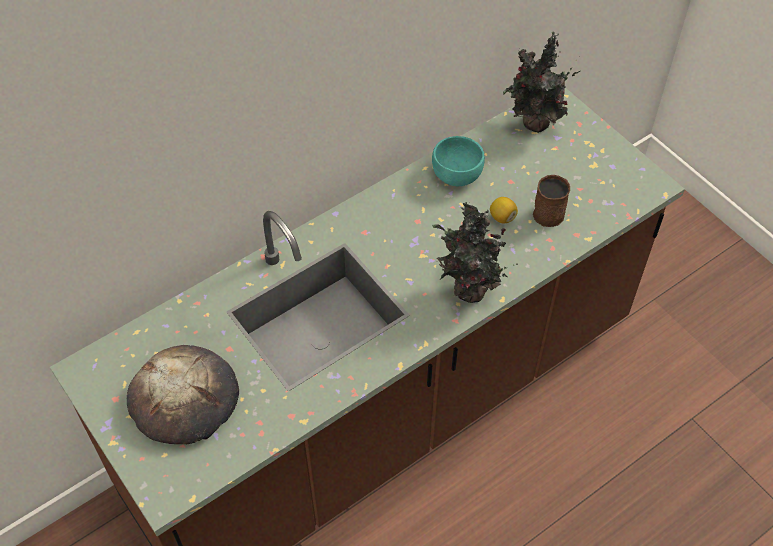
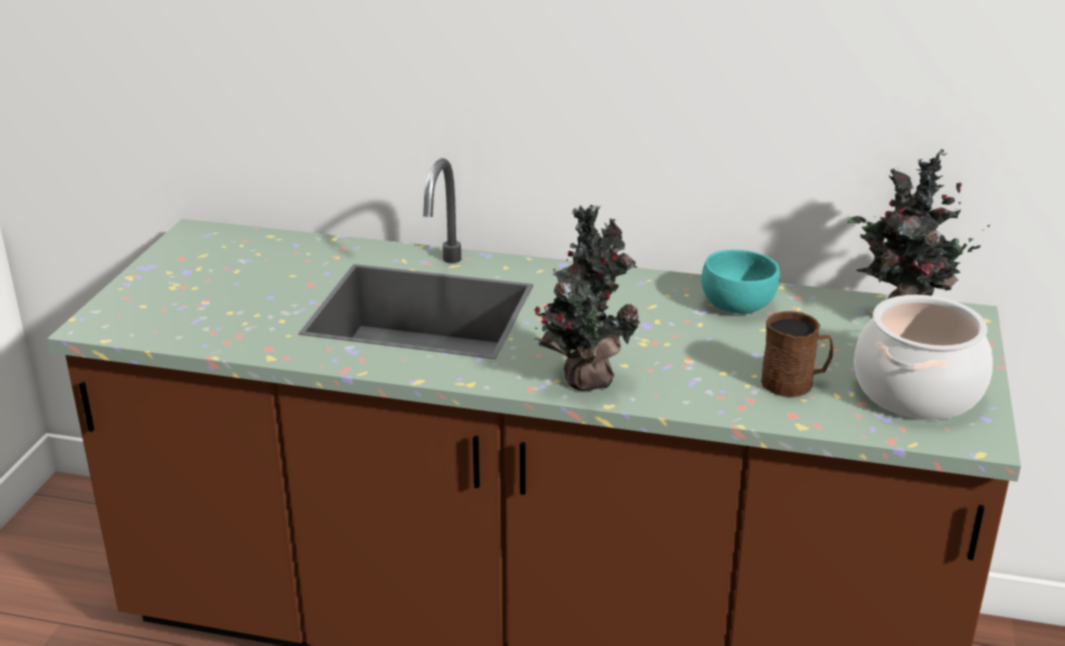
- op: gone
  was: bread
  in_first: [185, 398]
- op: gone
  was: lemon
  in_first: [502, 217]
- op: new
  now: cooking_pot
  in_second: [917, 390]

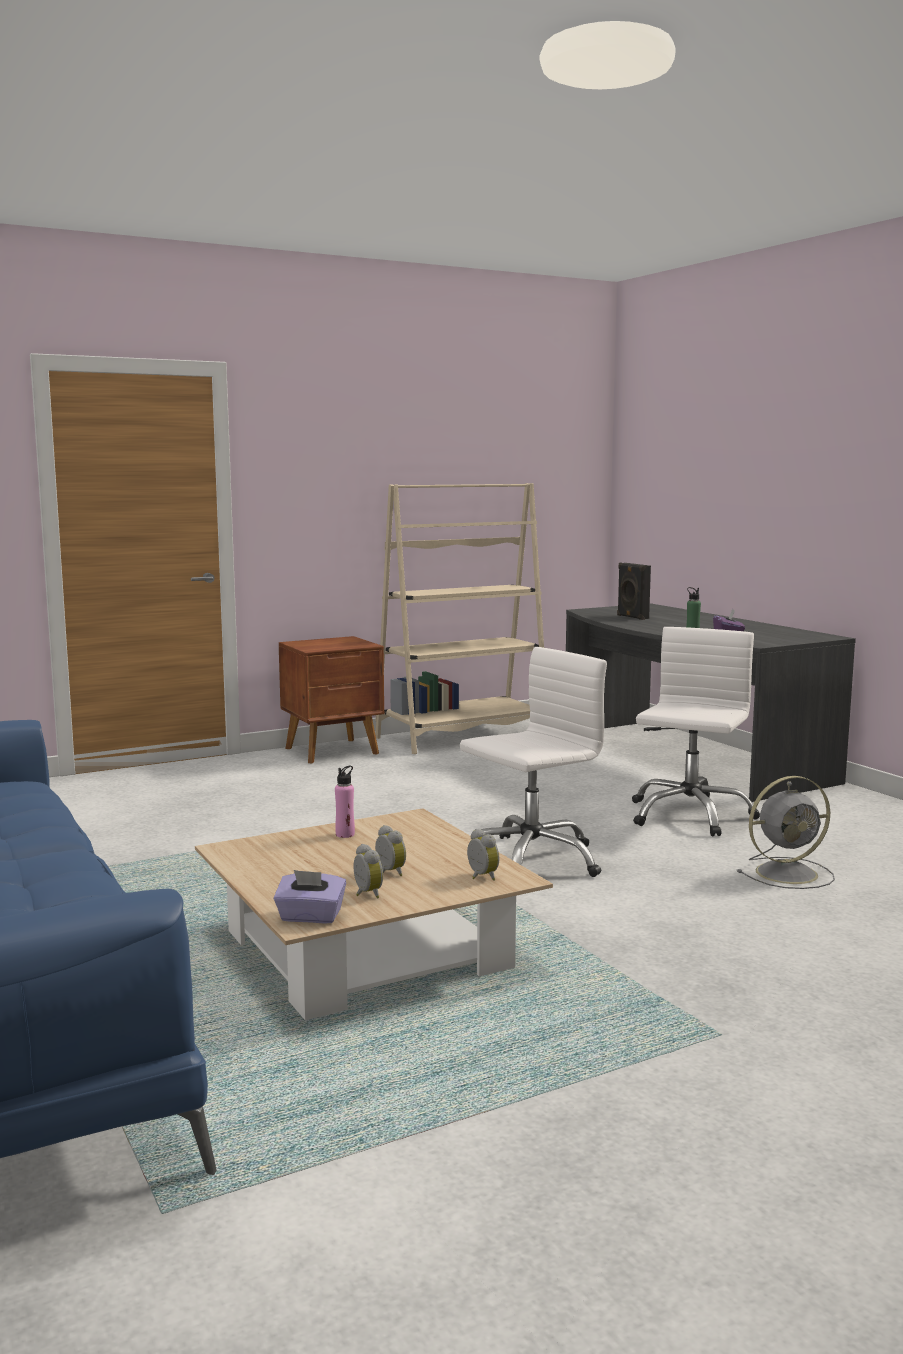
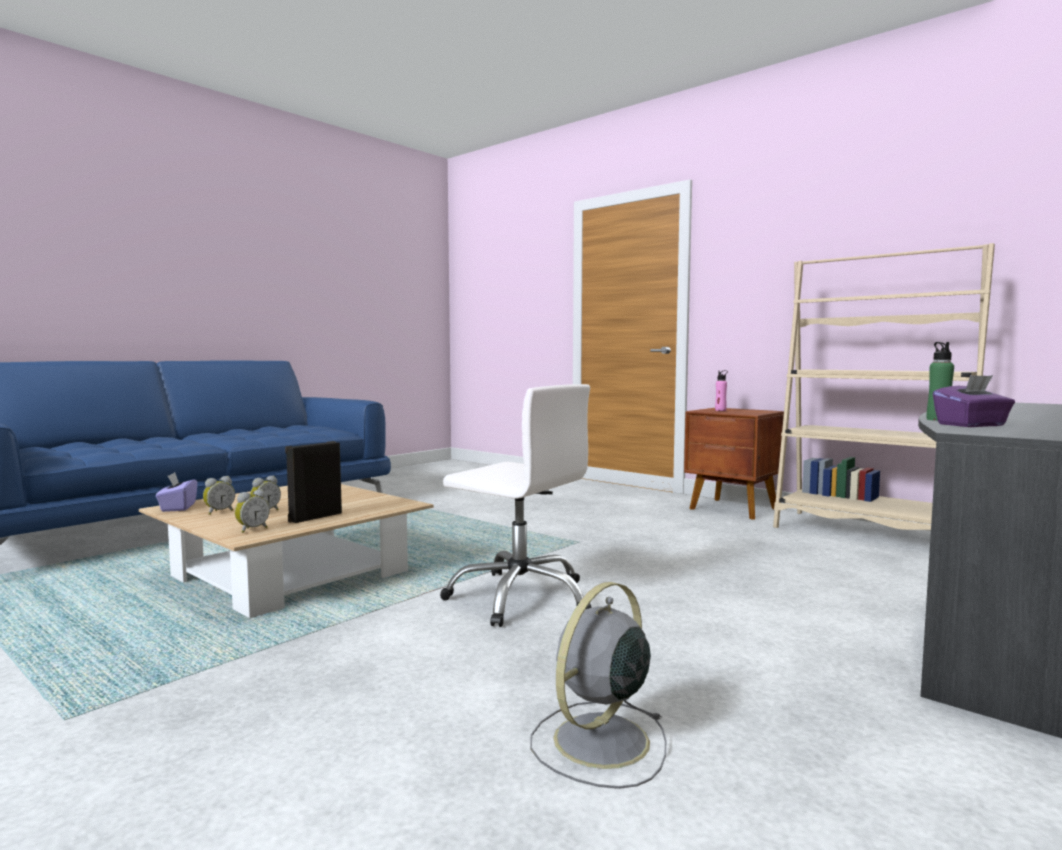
- op: gone
  was: white_office_chair
  in_first: [689, 815]
- op: shifted
  was: pink_bottle
  in_first: [345, 834]
  in_second: [720, 410]
- op: shifted
  was: black_speaker
  in_first: [631, 617]
  in_second: [314, 517]
- op: rotated
  was: grey_fan
  in_first: [789, 873]
  in_second: [598, 742]
  clockwise: 75

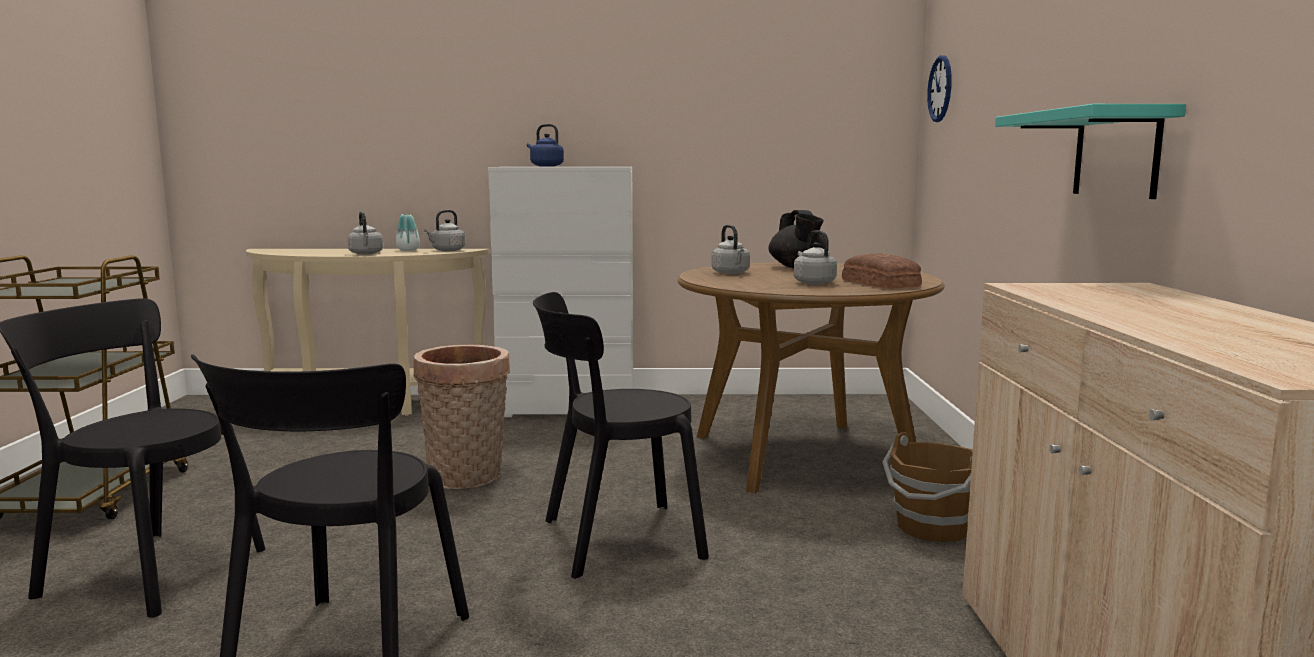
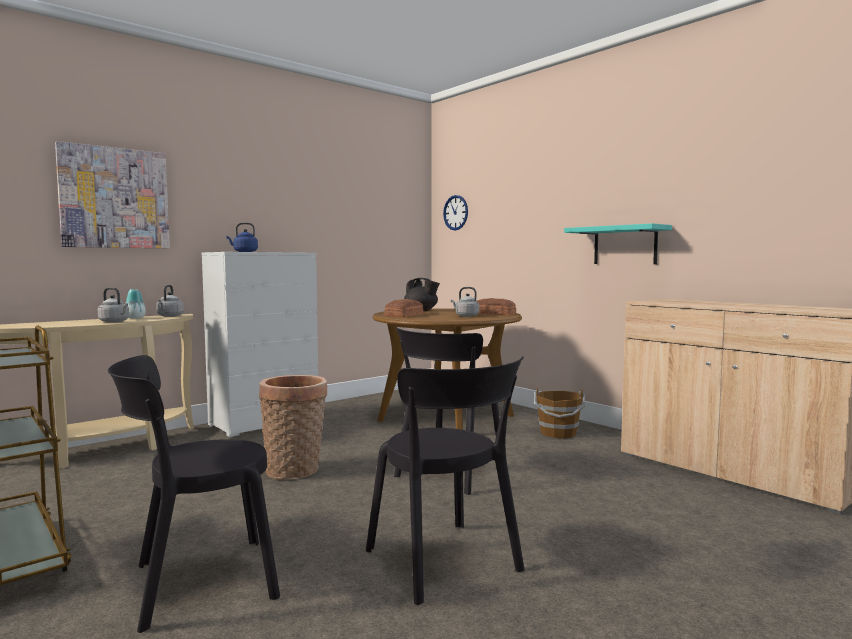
- op: new
  now: picture
  in_second: [114, 198]
- op: swapped
  was: grey_kettle
  now: bread
  in_first: [731, 273]
  in_second: [405, 315]

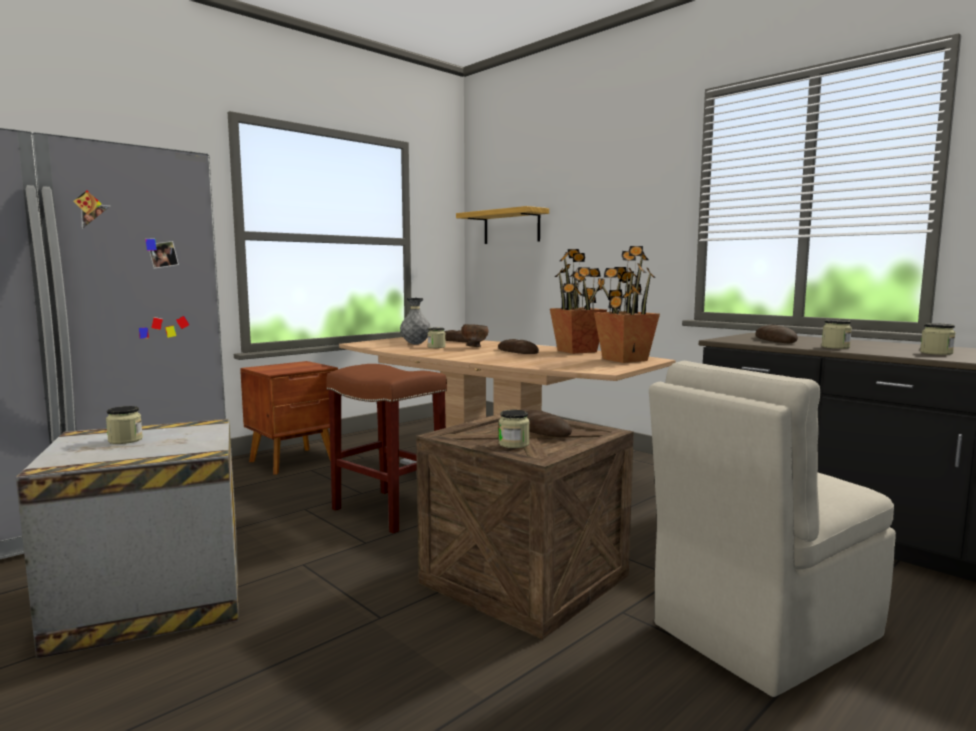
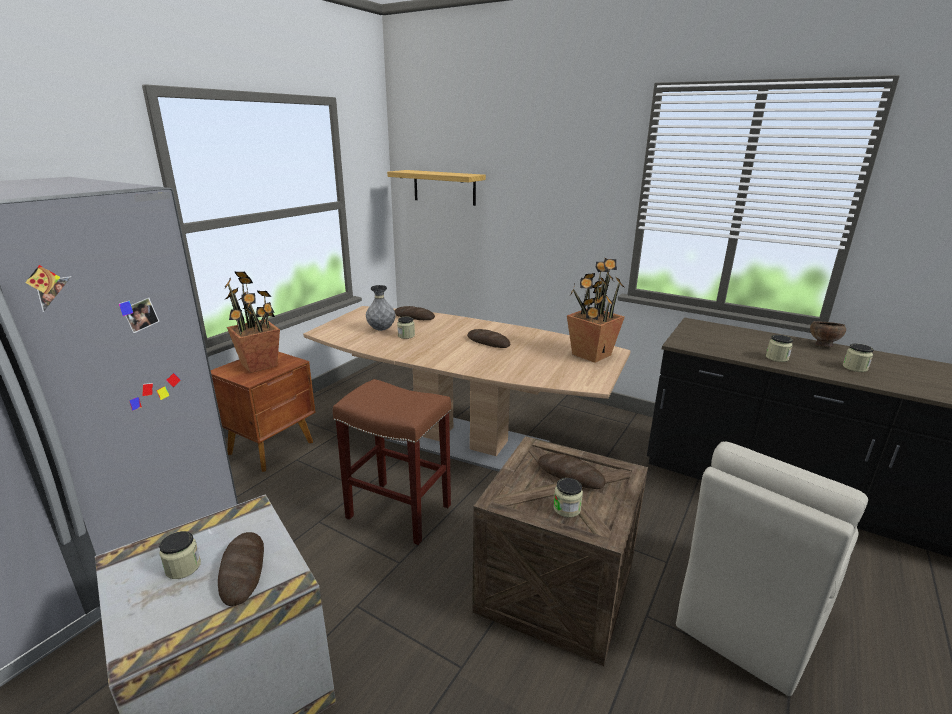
- op: shifted
  was: brown_bowl
  in_first: [474, 347]
  in_second: [822, 346]
- op: shifted
  was: potted_plant
  in_first: [577, 351]
  in_second: [259, 365]
- op: shifted
  was: bread
  in_first: [775, 340]
  in_second: [242, 571]

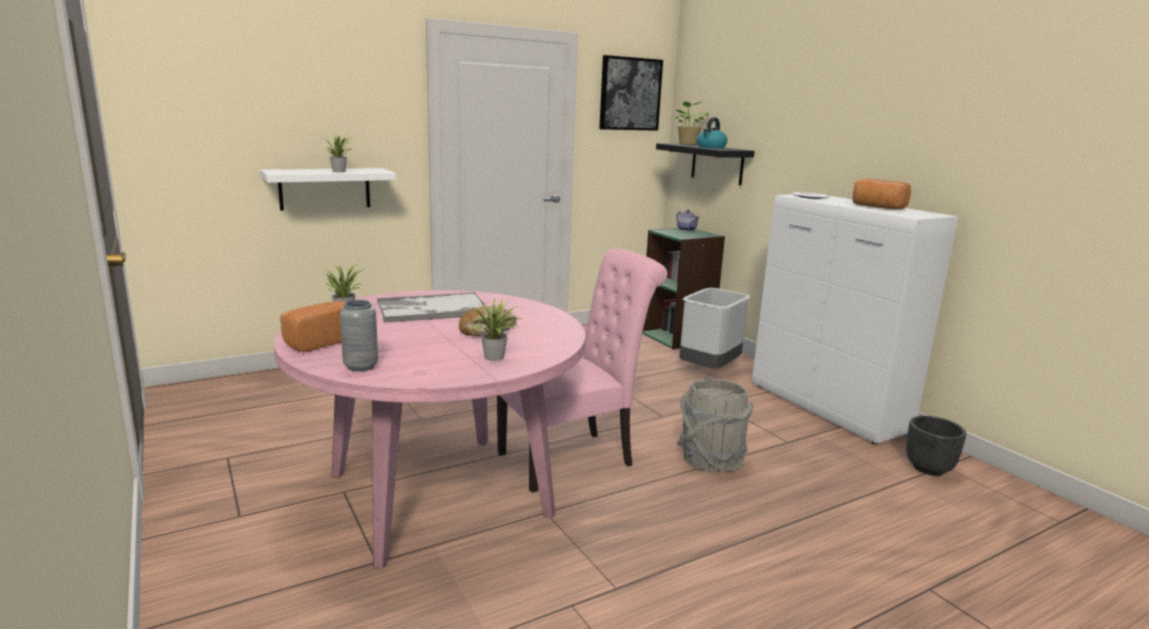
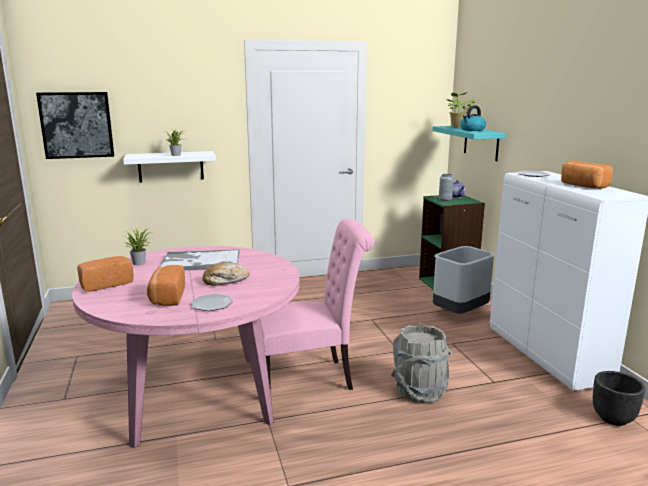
- op: new
  now: bread
  in_second: [166, 297]
- op: shifted
  was: grey_vase
  in_first: [361, 367]
  in_second: [445, 200]
- op: shifted
  was: picture
  in_first: [630, 94]
  in_second: [77, 125]
- op: swapped
  was: potted_plant
  now: plate
  in_first: [495, 358]
  in_second: [212, 304]
- op: repainted
  was: black_shelf
  now: turquoise_shelf
  in_first: [717, 164]
  in_second: [481, 143]

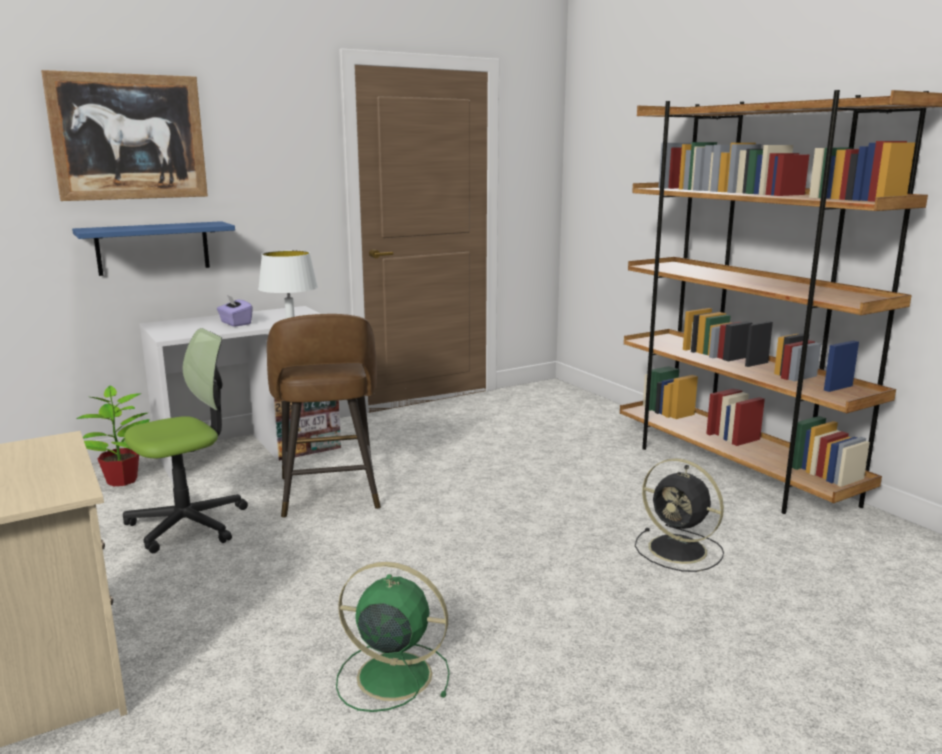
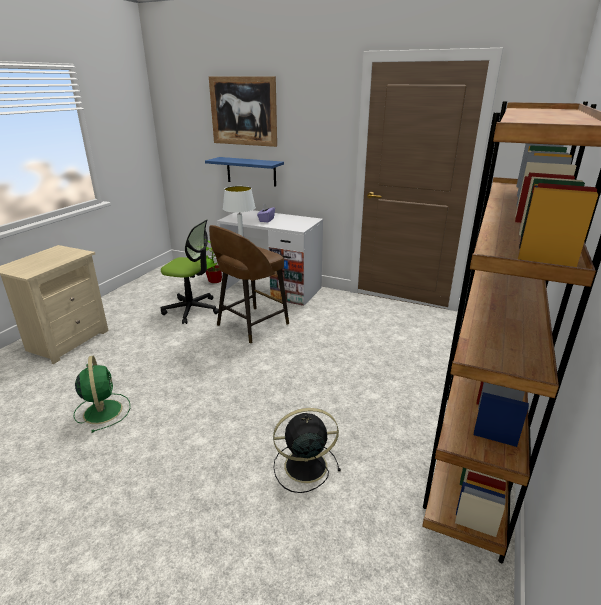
- op: rotated
  was: black_fan
  in_first: [680, 550]
  in_second: [303, 466]
  clockwise: 75

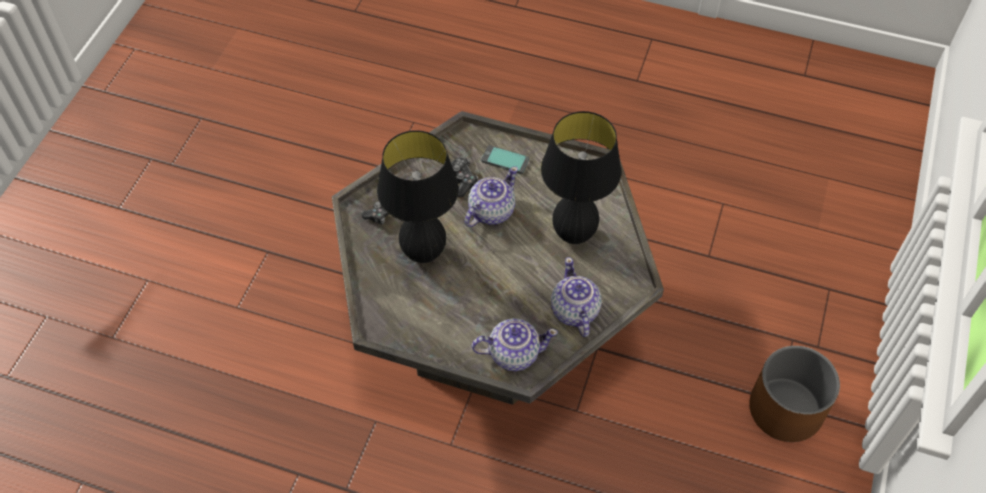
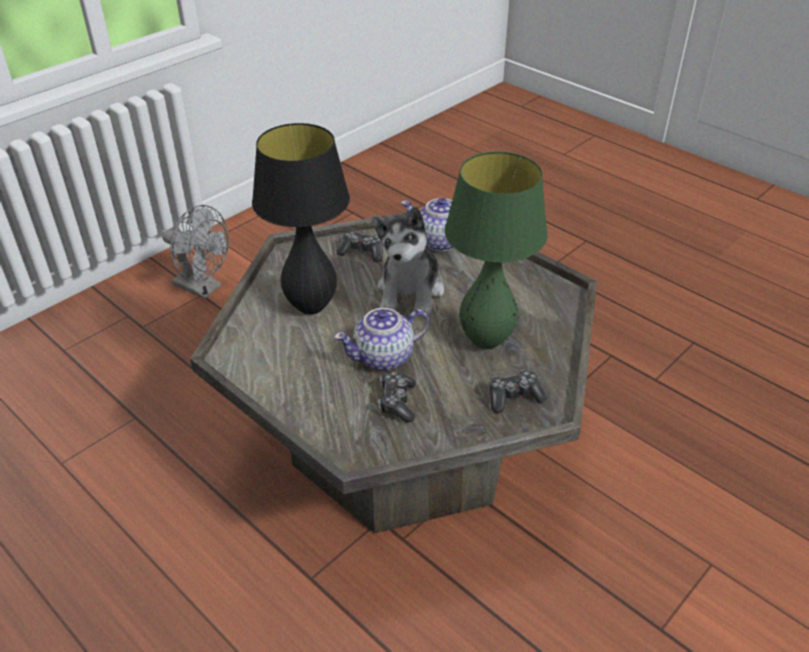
- op: gone
  was: phone
  in_first: [505, 160]
- op: new
  now: plush_toy
  in_second: [410, 291]
- op: swapped
  was: teapot
  now: game_controller
  in_first: [574, 311]
  in_second: [362, 252]
- op: swapped
  was: brown_planter
  now: grey_fan
  in_first: [786, 410]
  in_second: [203, 288]
- op: repainted
  was: black_table_lamp
  now: green_table_lamp
  in_first: [424, 254]
  in_second: [486, 340]

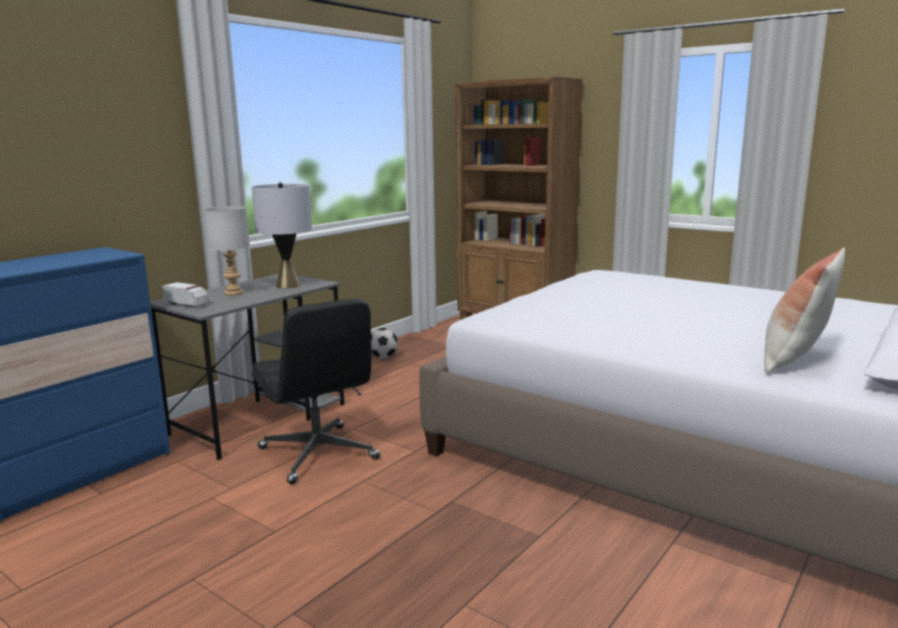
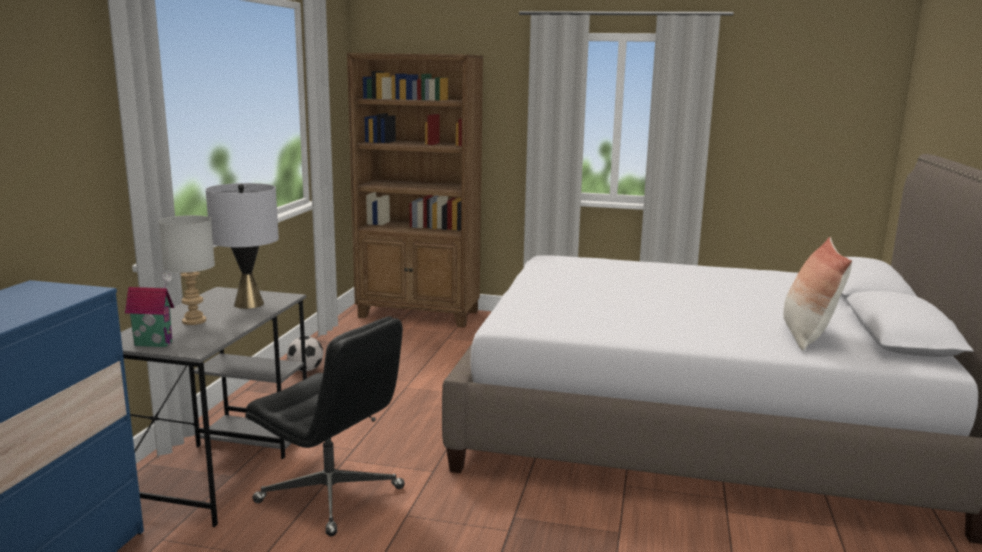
- op: swapped
  was: toy_truck
  now: toy_house
  in_first: [187, 304]
  in_second: [155, 343]

